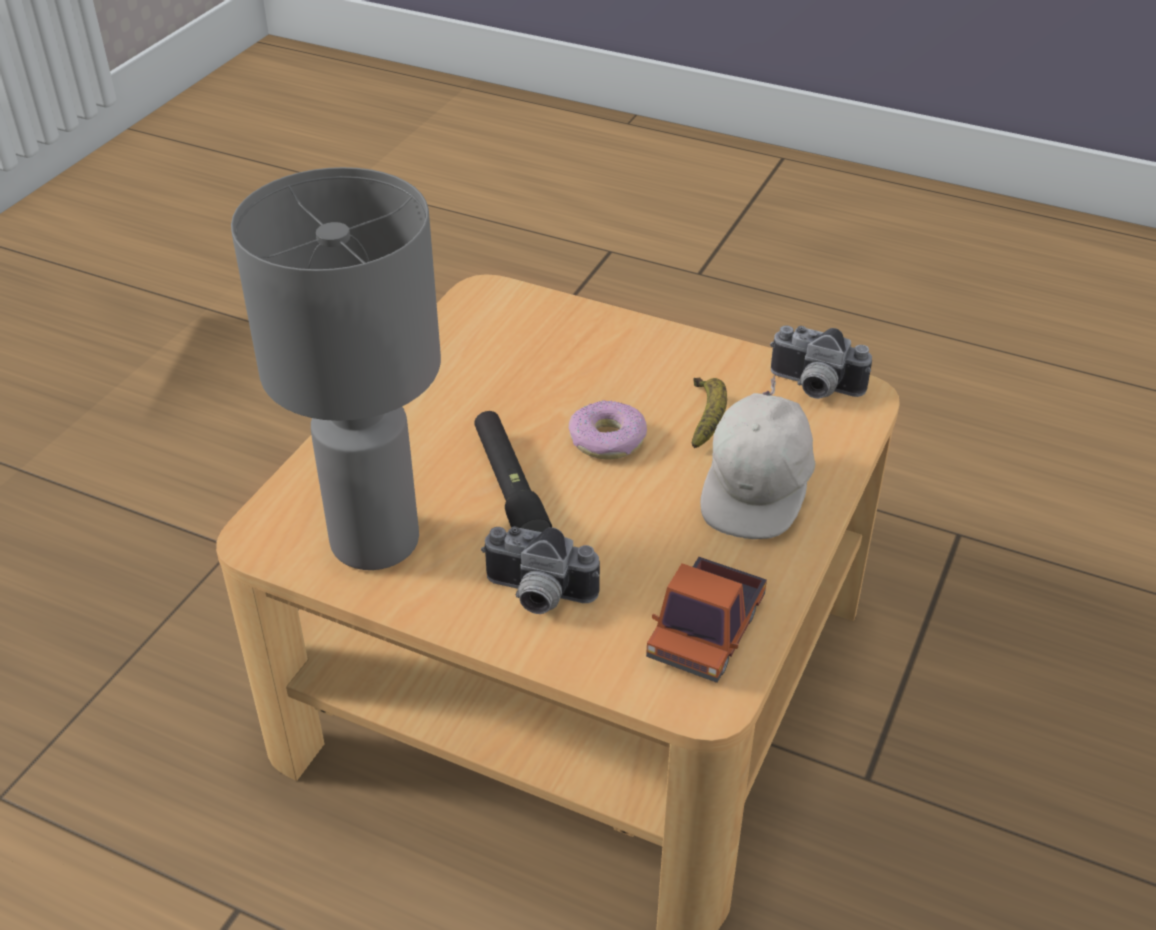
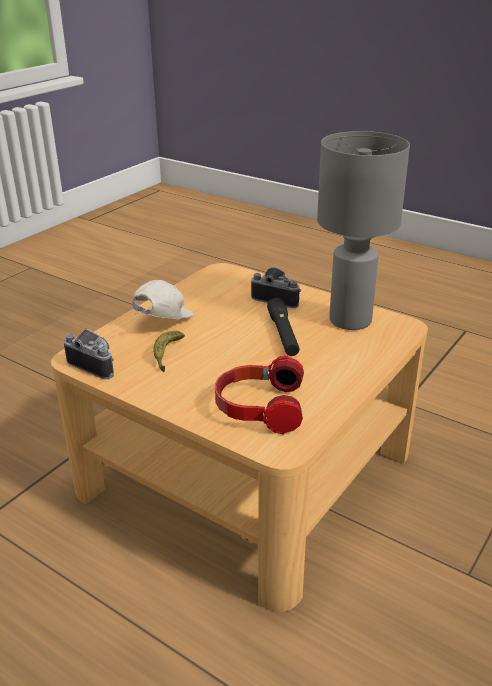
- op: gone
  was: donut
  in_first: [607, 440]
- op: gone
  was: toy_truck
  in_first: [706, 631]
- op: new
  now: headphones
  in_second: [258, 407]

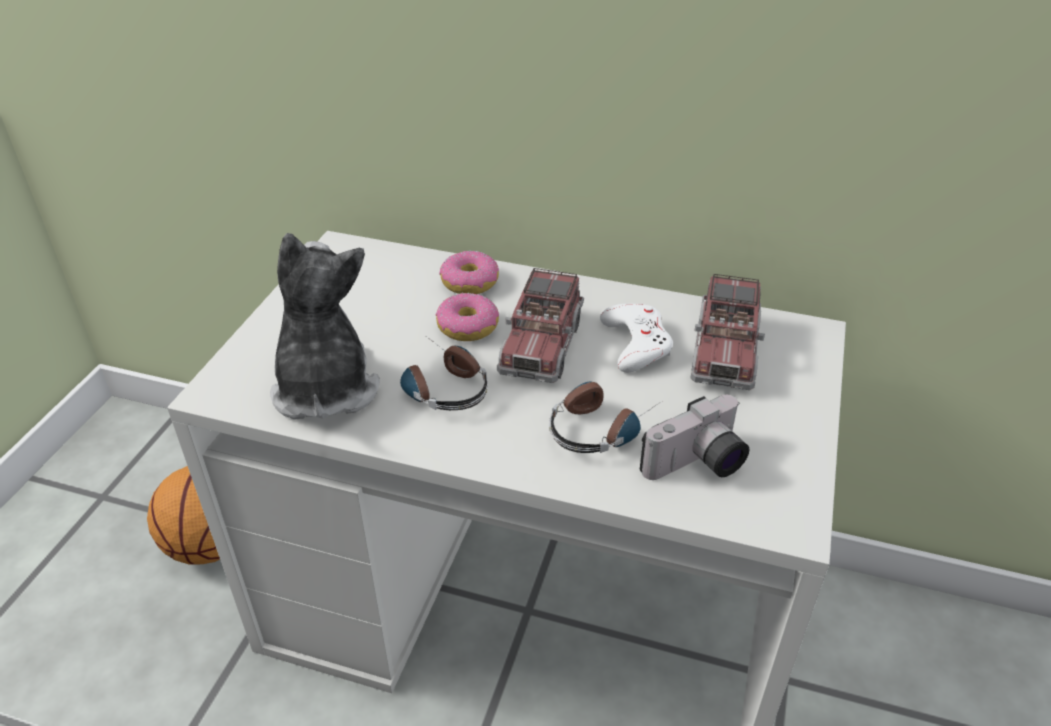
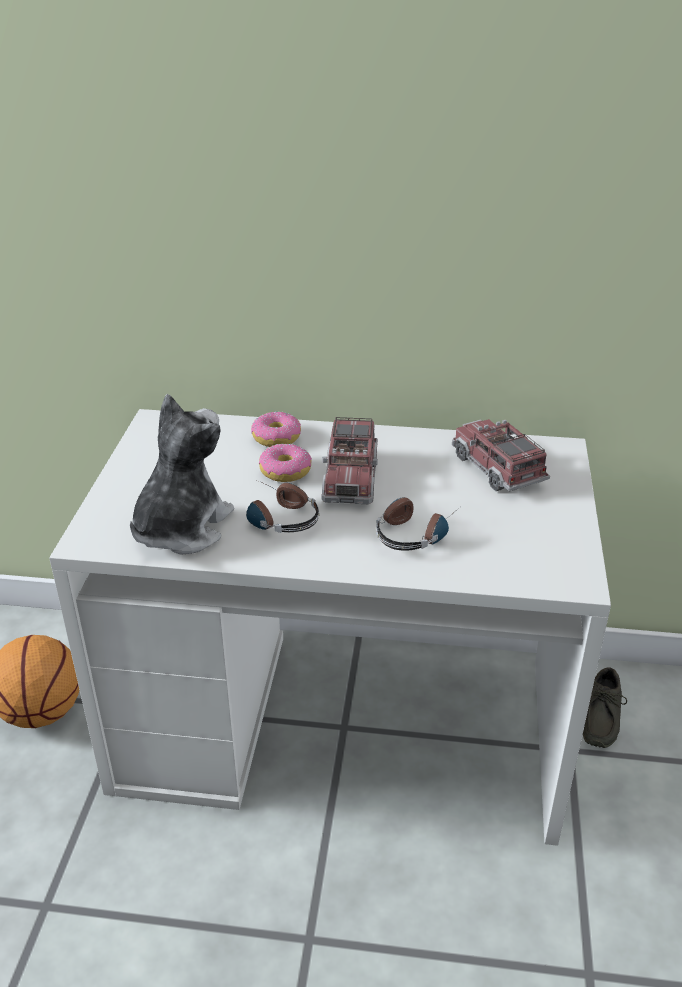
- op: gone
  was: white_game_controller
  in_first: [636, 343]
- op: gone
  was: photo_camera
  in_first: [697, 465]
- op: new
  now: grey_shoe
  in_second: [597, 718]
- op: rotated
  was: plush_toy
  in_first: [325, 388]
  in_second: [181, 528]
  clockwise: 45
- op: rotated
  was: toy_truck
  in_first: [724, 351]
  in_second: [497, 468]
  clockwise: 150

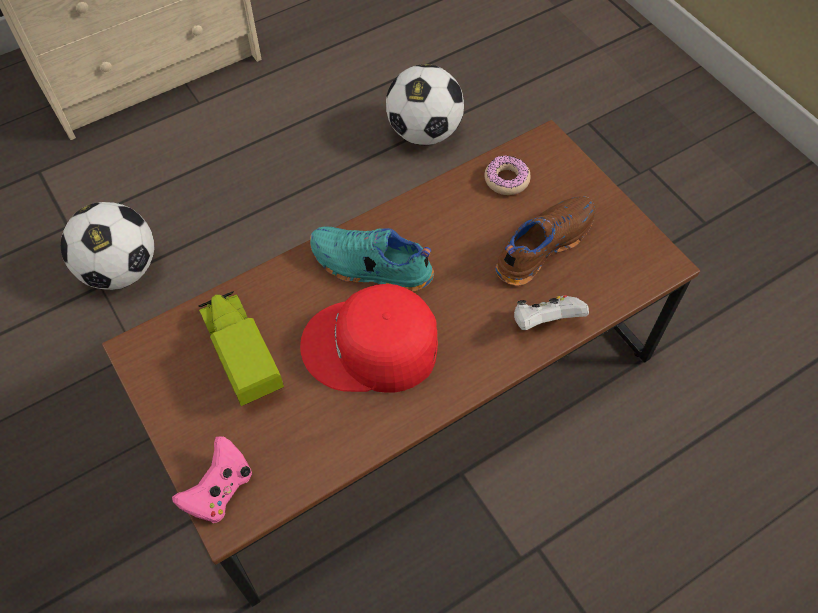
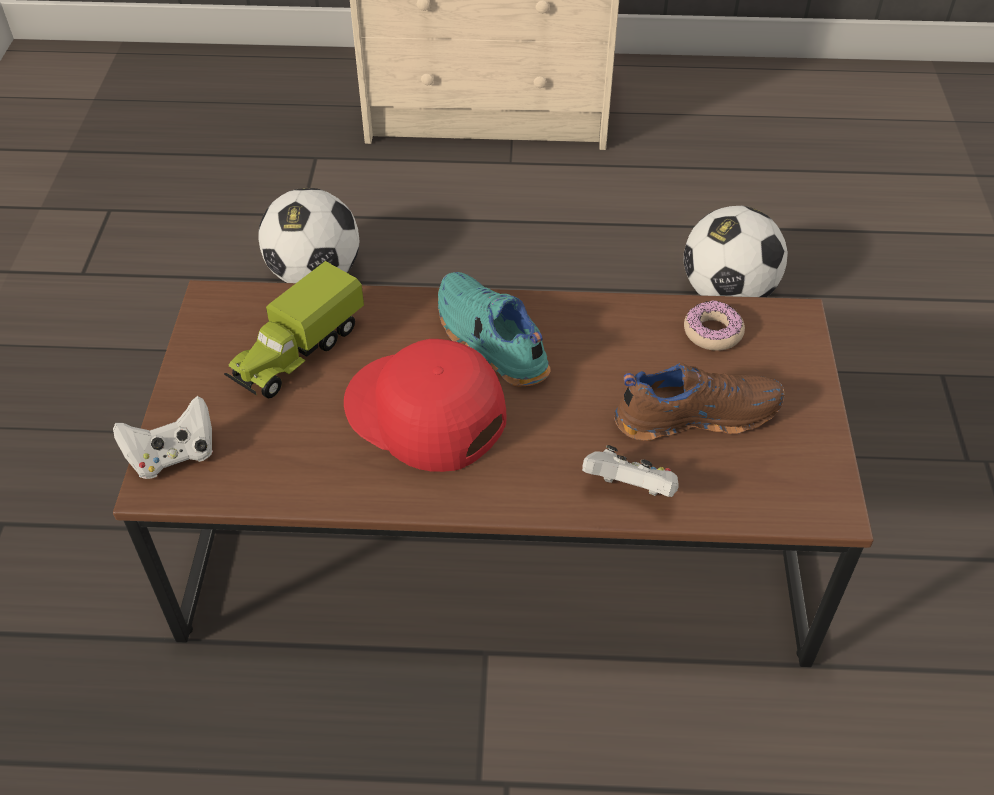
- op: repainted
  was: pink_game_controller
  now: white_game_controller
  in_first: [220, 490]
  in_second: [173, 456]
- op: rotated
  was: toy_truck
  in_first: [242, 355]
  in_second: [297, 353]
  clockwise: -150

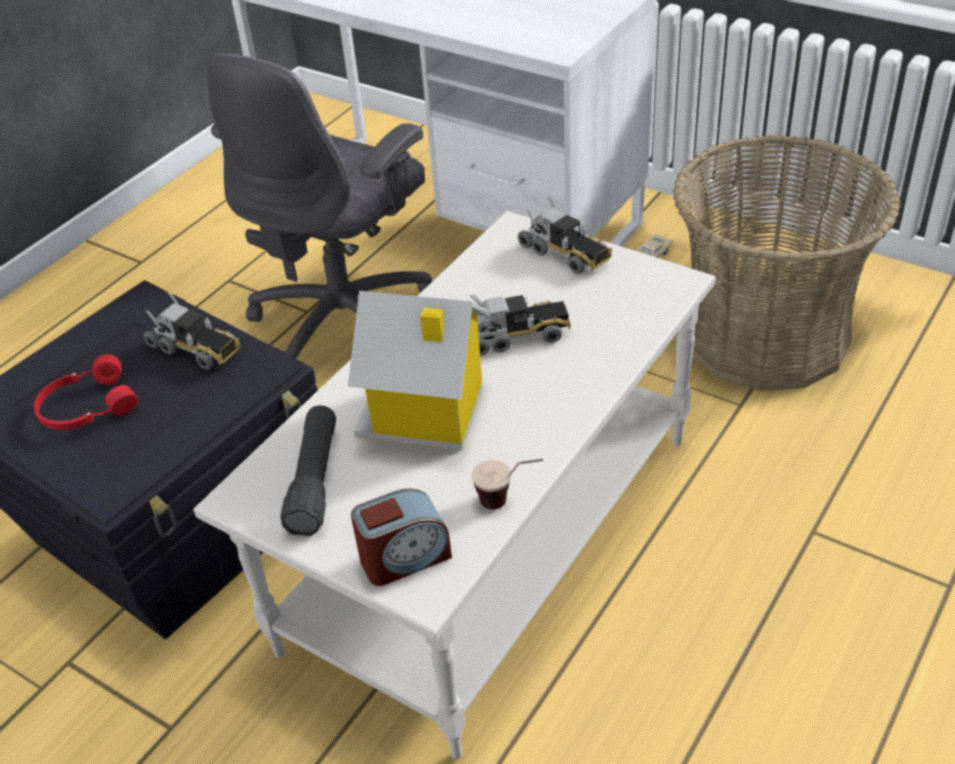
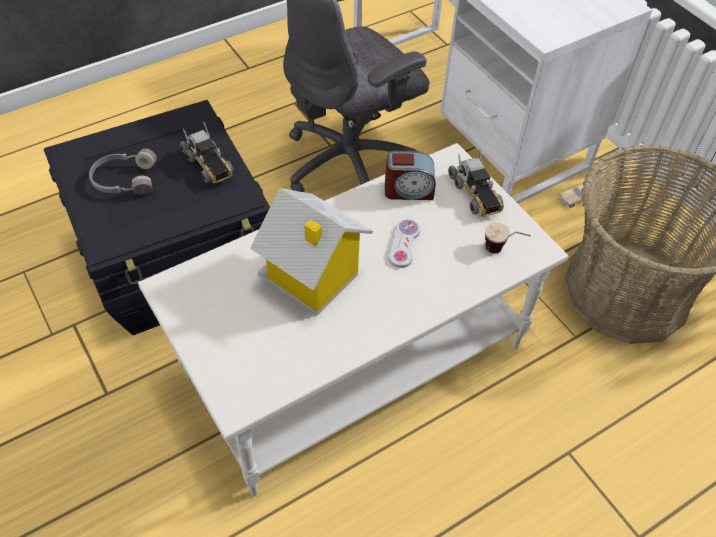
- op: gone
  was: black_flashlight
  in_first: [315, 480]
- op: shifted
  was: alarm_clock
  in_first: [404, 558]
  in_second: [408, 190]
- op: shifted
  was: cup
  in_first: [509, 501]
  in_second: [502, 252]
- op: swapped
  was: toy_truck
  now: white_game_controller
  in_first: [517, 335]
  in_second: [404, 244]
- op: repainted
  was: red_headphones
  now: grey_headphones
  in_first: [87, 407]
  in_second: [124, 179]

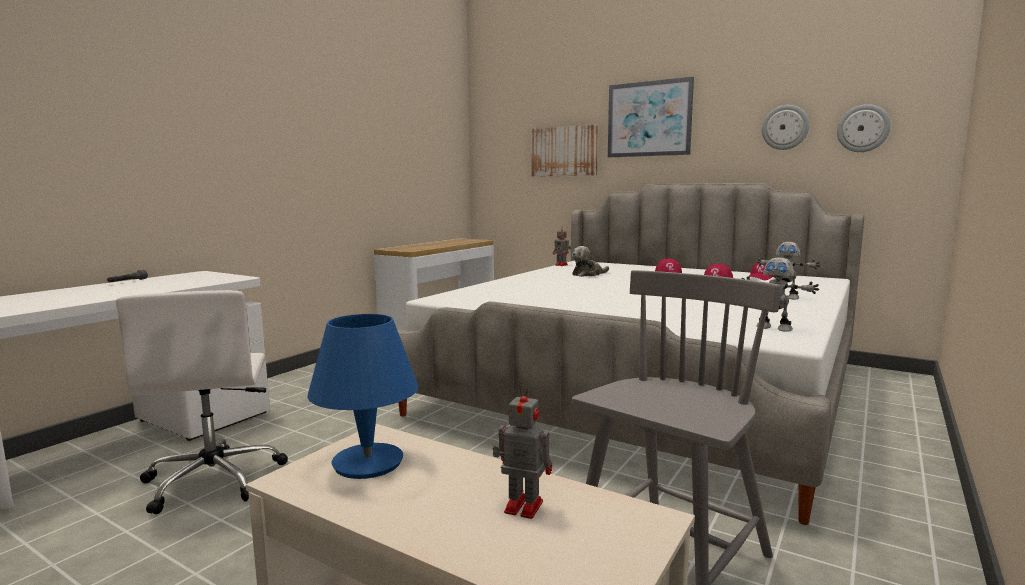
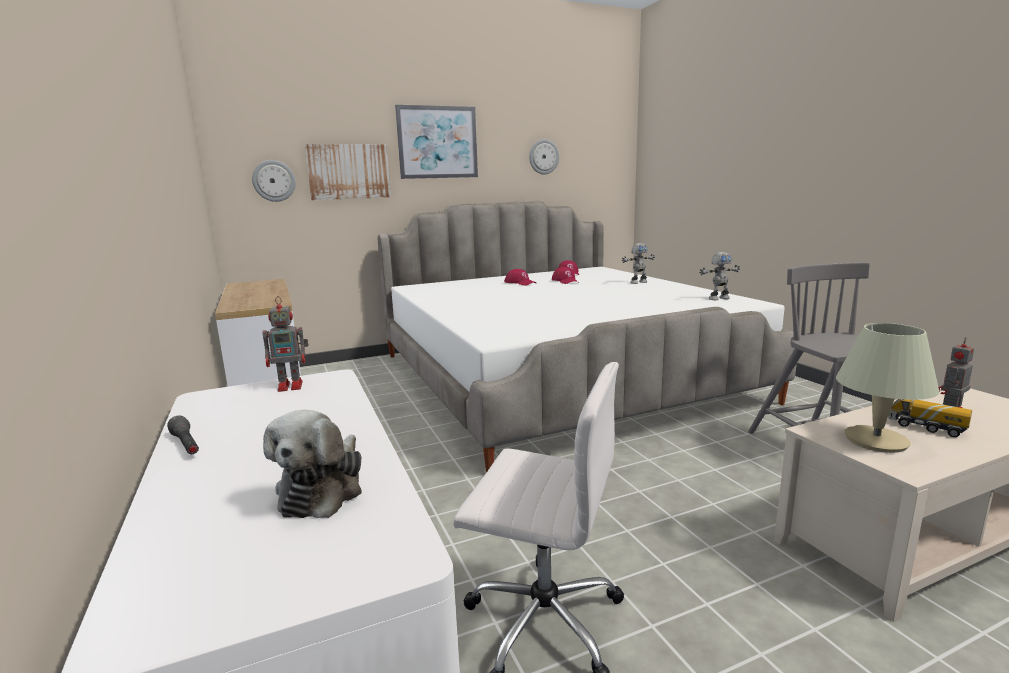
- op: new
  now: toy_truck
  in_second: [926, 428]
- op: shifted
  was: toy_robot
  in_first: [562, 265]
  in_second: [292, 386]
- op: shifted
  was: plush_toy
  in_first: [588, 274]
  in_second: [323, 489]
- op: shifted
  was: wall_clock
  in_first: [863, 128]
  in_second: [274, 181]
- op: repainted
  was: blue_table_lamp
  now: beige_table_lamp
  in_first: [367, 463]
  in_second: [876, 441]

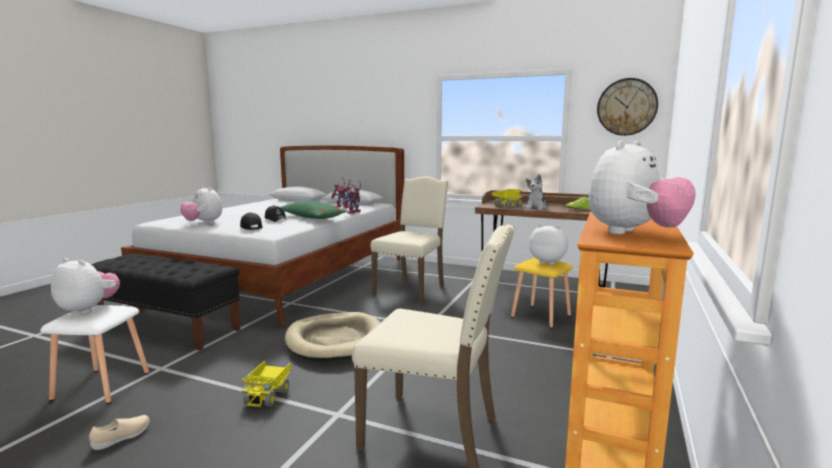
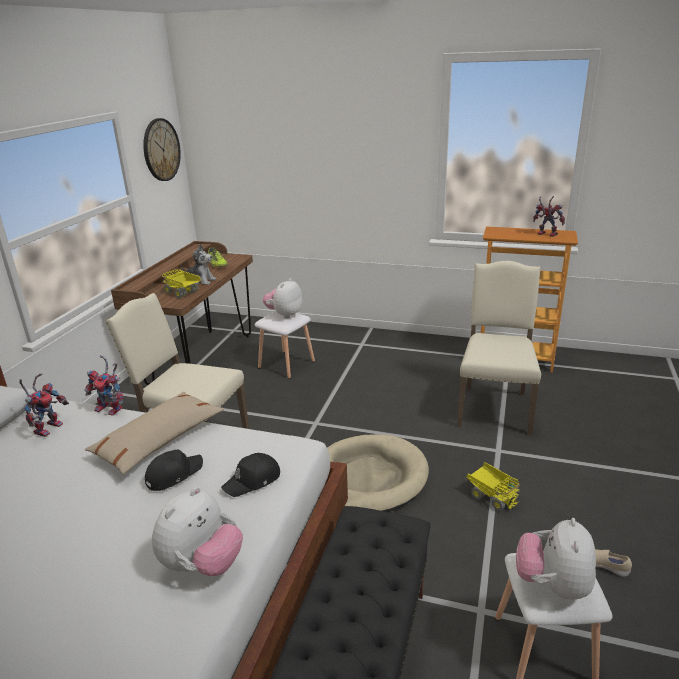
- op: swapped
  was: plush_toy
  now: toy_robot
  in_first: [633, 233]
  in_second: [545, 234]
- op: repainted
  was: green_pillow
  now: beige_pillow
  in_first: [311, 218]
  in_second: [159, 440]
- op: repainted
  was: yellow_stool
  now: white_stool
  in_first: [539, 316]
  in_second: [286, 365]
- op: rotated
  was: toy_truck
  in_first: [268, 395]
  in_second: [492, 496]
  clockwise: 45

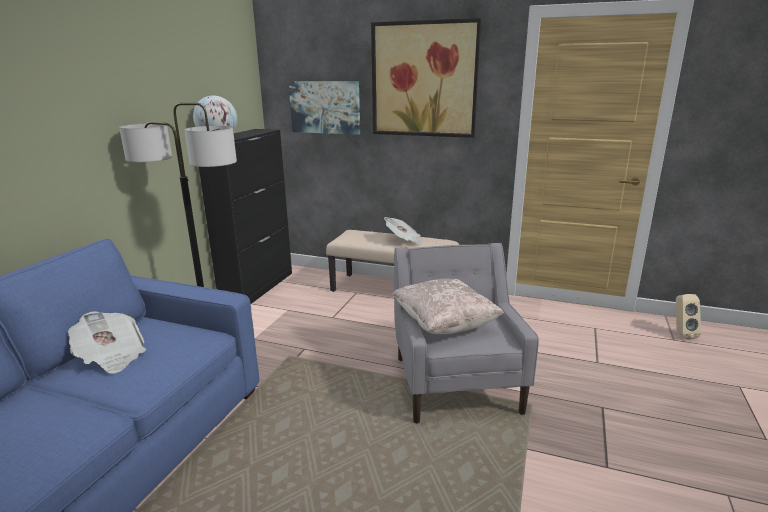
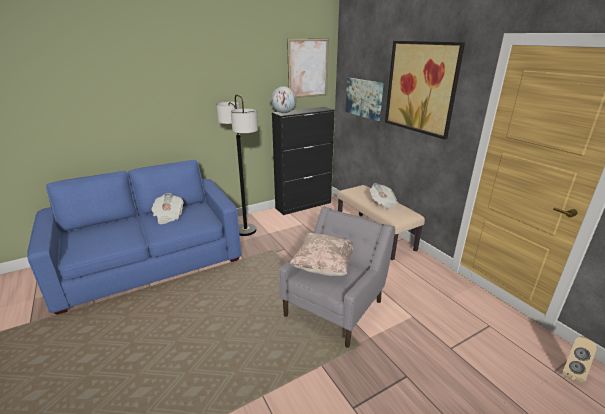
- op: new
  now: picture
  in_second: [308, 68]

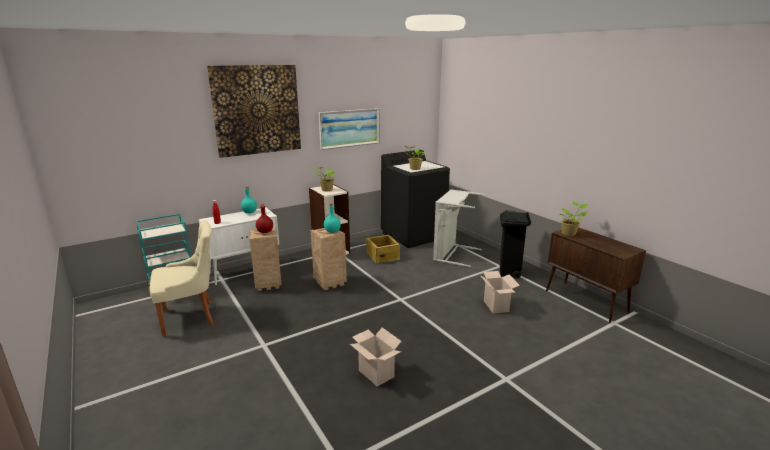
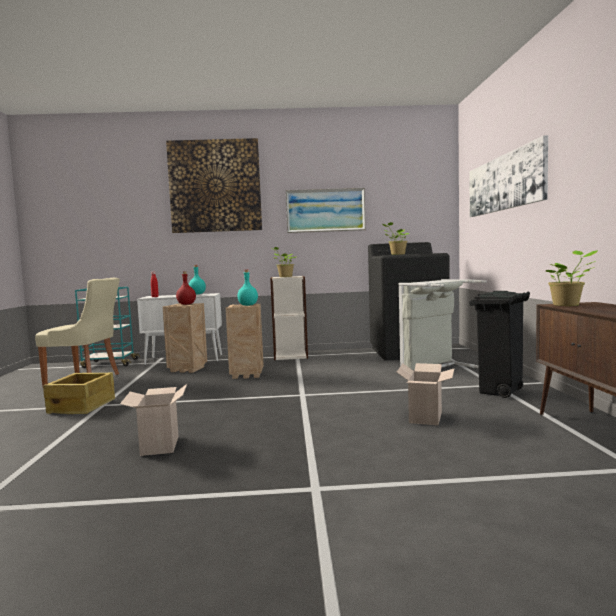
- op: new
  now: picture
  in_second: [504, 183]
- op: shifted
  was: crate
  in_first: [383, 256]
  in_second: [83, 406]

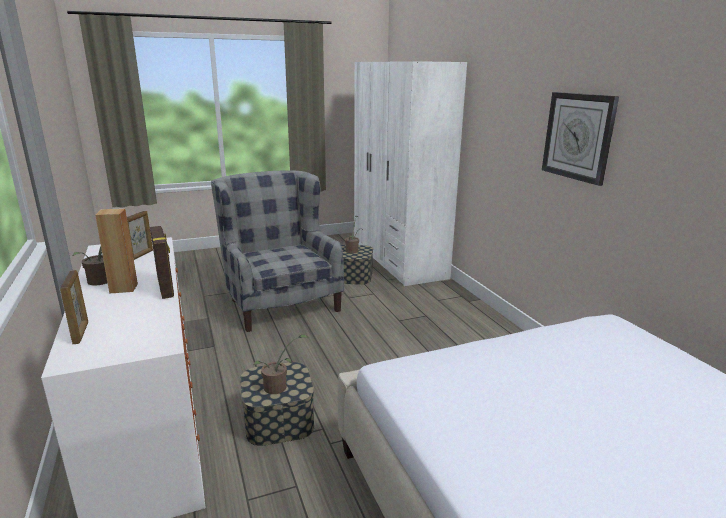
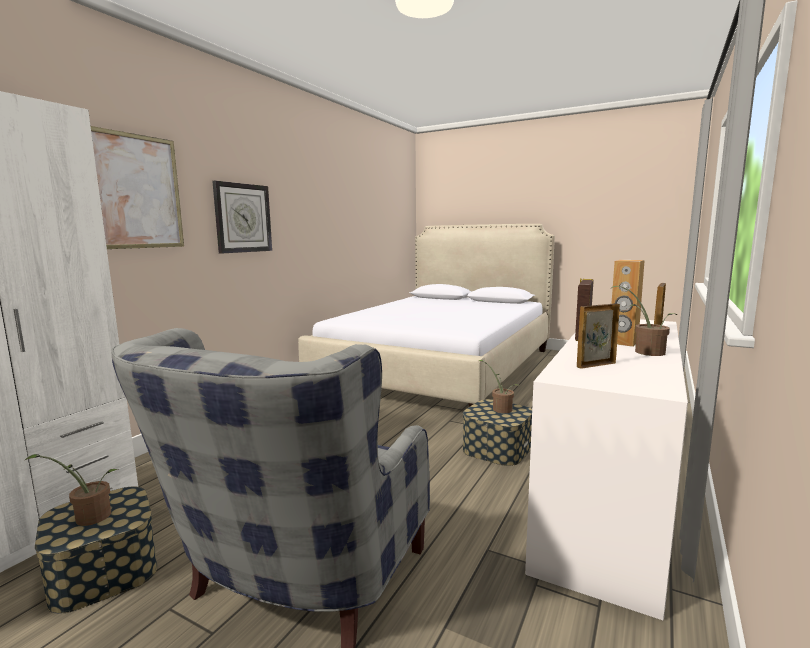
- op: new
  now: picture
  in_second: [136, 191]

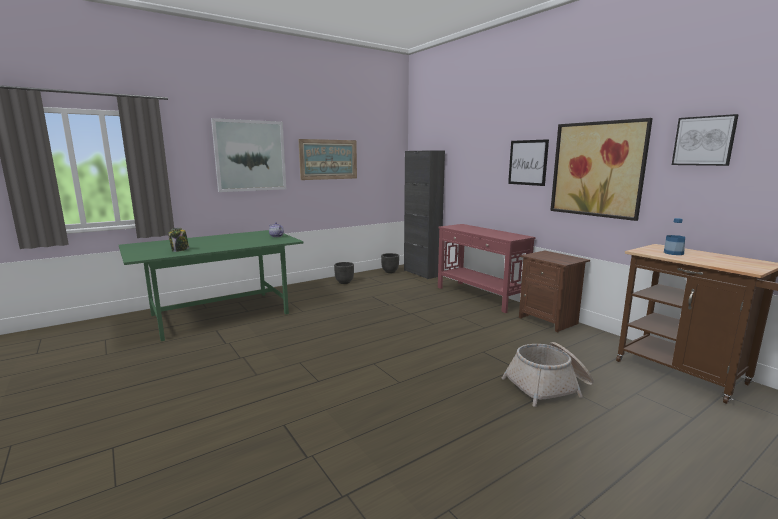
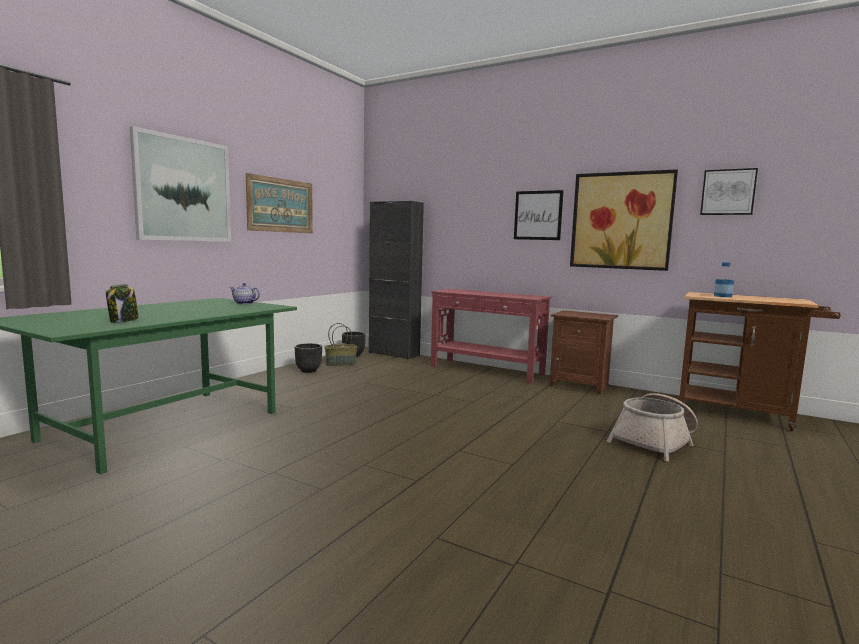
- op: new
  now: basket
  in_second: [341, 363]

